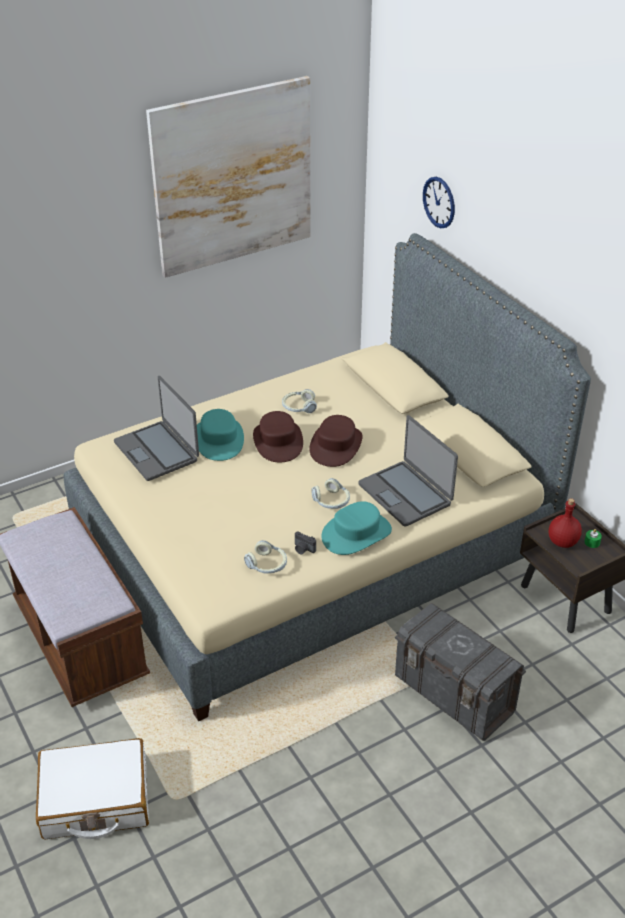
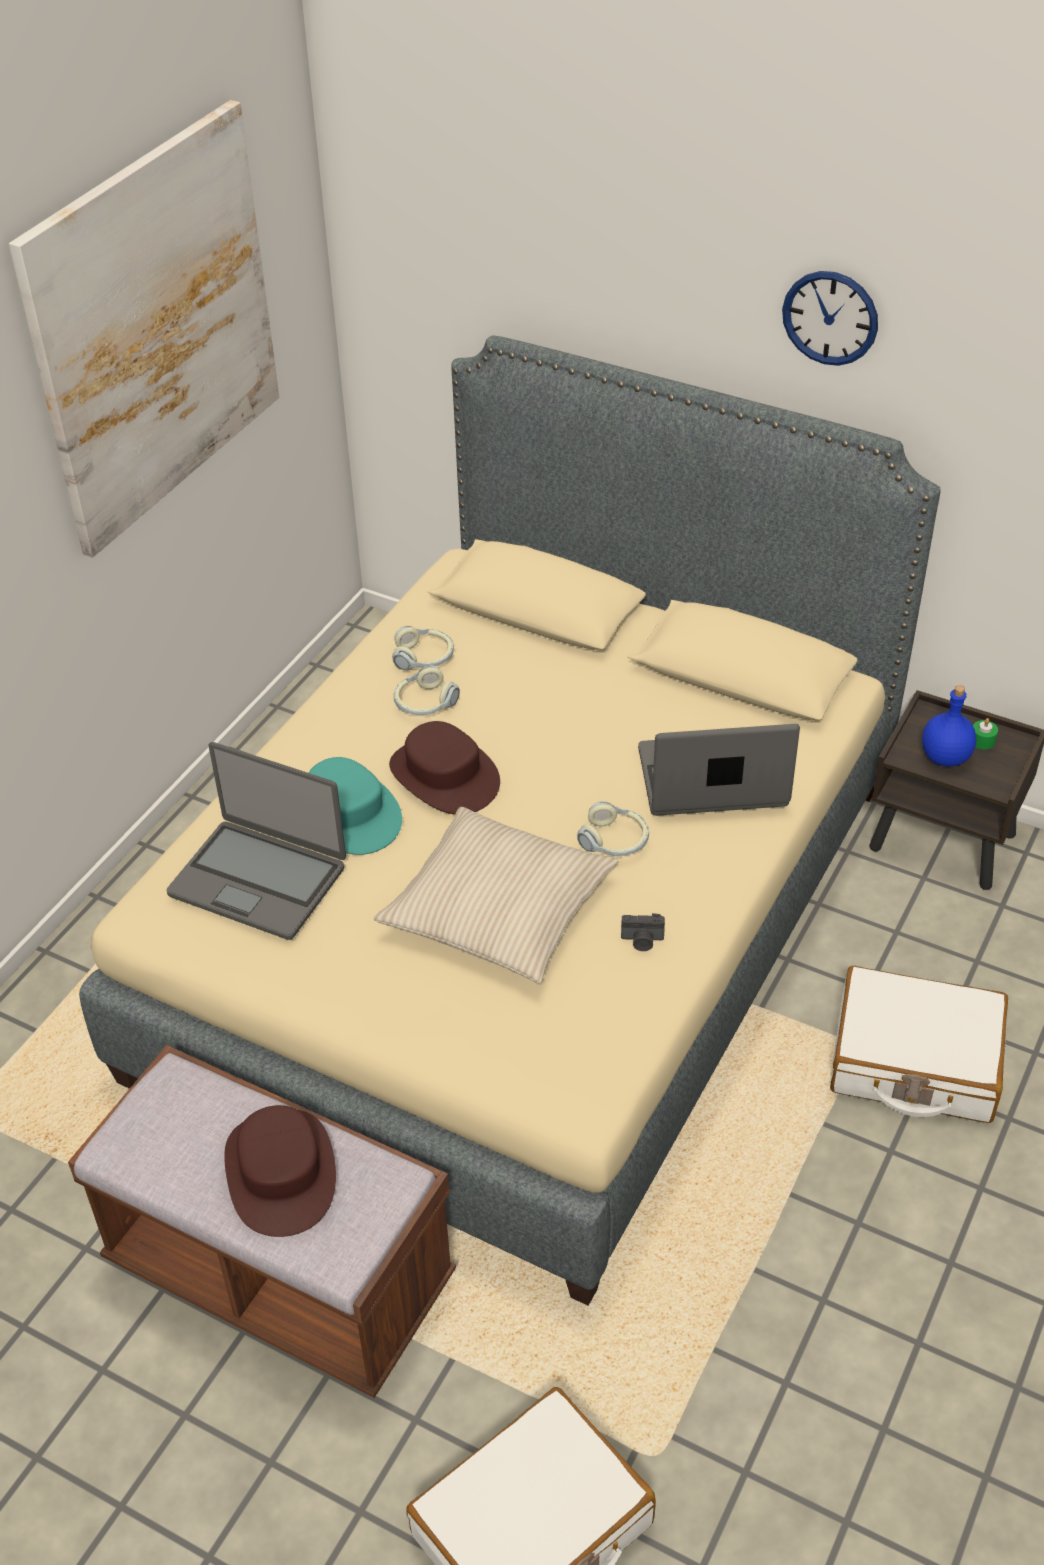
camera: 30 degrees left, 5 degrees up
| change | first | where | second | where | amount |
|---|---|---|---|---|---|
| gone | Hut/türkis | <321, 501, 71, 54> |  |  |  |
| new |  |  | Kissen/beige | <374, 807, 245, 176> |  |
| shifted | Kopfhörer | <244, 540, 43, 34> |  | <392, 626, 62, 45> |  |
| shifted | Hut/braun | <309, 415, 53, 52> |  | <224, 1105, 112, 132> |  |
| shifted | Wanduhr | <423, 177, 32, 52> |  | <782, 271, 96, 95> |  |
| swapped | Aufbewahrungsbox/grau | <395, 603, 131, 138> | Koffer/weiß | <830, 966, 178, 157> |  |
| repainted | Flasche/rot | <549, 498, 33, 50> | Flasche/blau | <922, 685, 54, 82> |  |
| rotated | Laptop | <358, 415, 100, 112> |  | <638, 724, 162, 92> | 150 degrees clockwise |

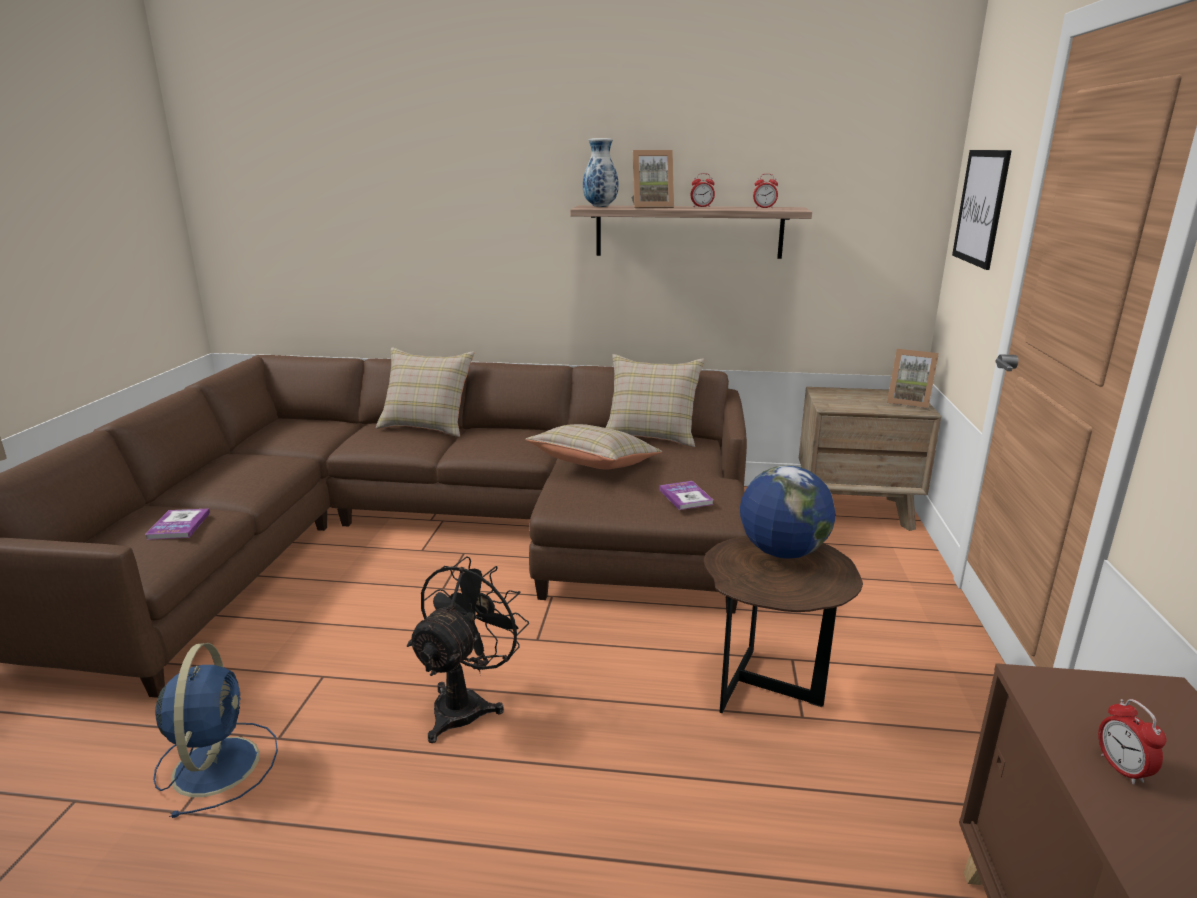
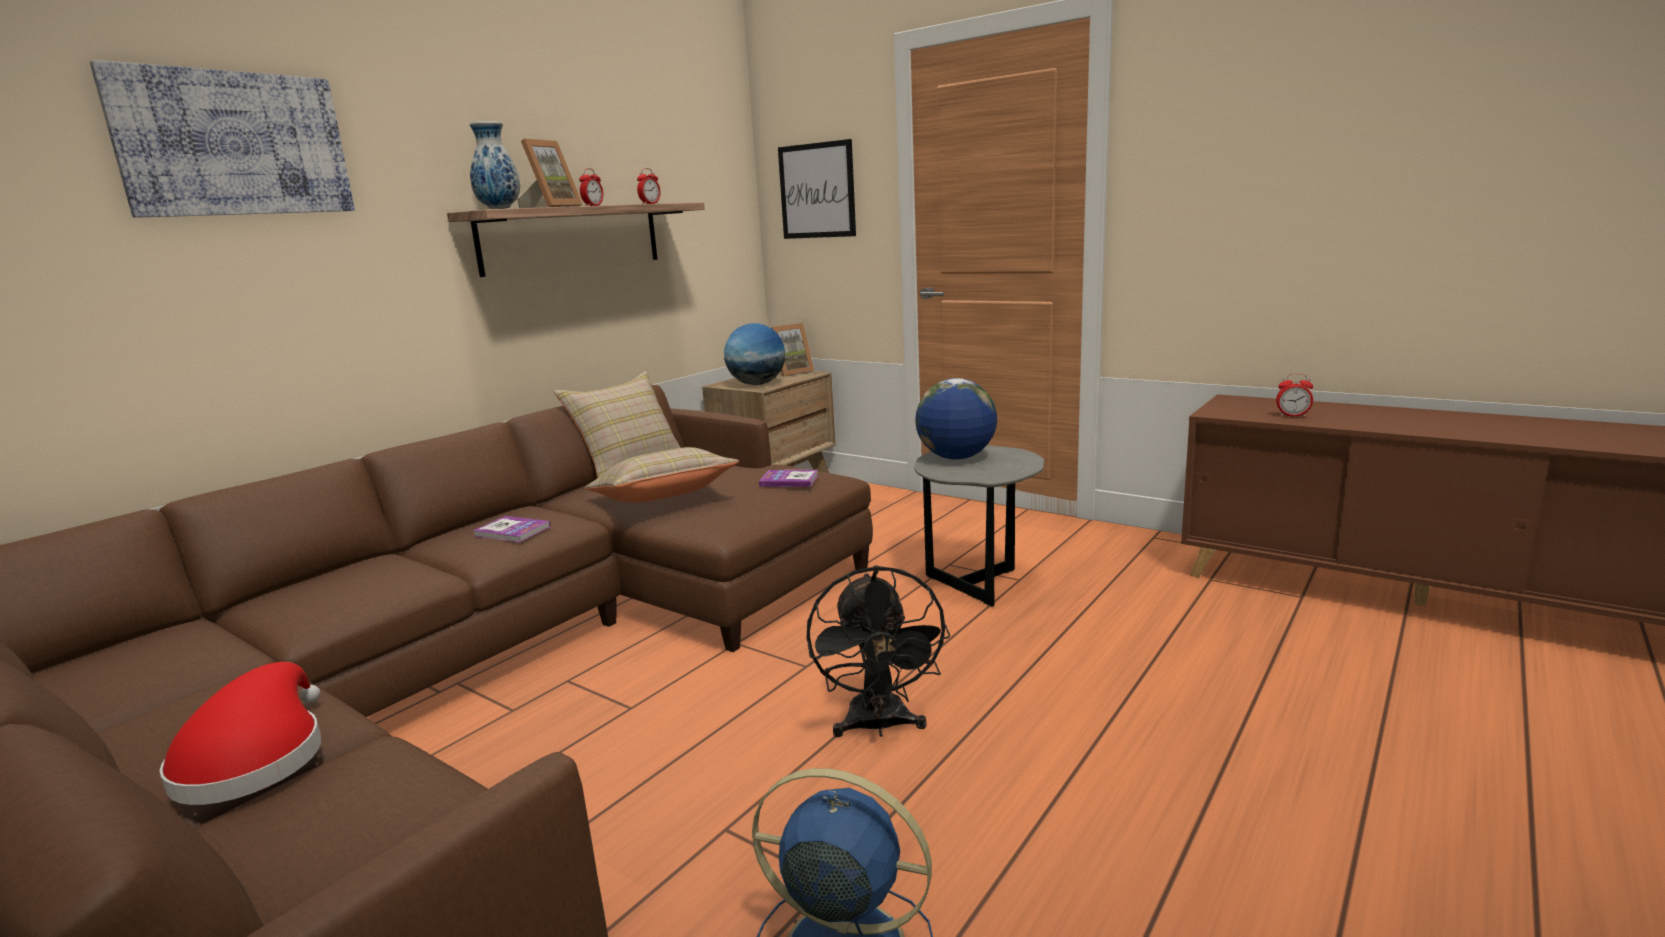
camera: 60 degrees left, 5 degrees down
| change | first | where | second | where | amount |
|---|---|---|---|---|---|
| gone | Kissen/beige | <376, 347, 99, 90> |  |  |  |
| new |  |  | Bild | <90, 60, 265, 158> |  |
| new |  |  | Hut/rot | <160, 662, 161, 143> |  |
| new |  |  | Globus | <724, 323, 61, 62> |  |
| shifted | Buch | <145, 508, 65, 32> |  | <473, 516, 78, 26> |  |
| repainted | Beistelltisch/braun | <704, 536, 159, 177> | Beistelltisch/grau | <914, 445, 130, 162> |  |
| rotated | Ventilator/schwarz | <407, 556, 122, 187> |  | <807, 565, 143, 172> | 150 degrees counterclockwise |

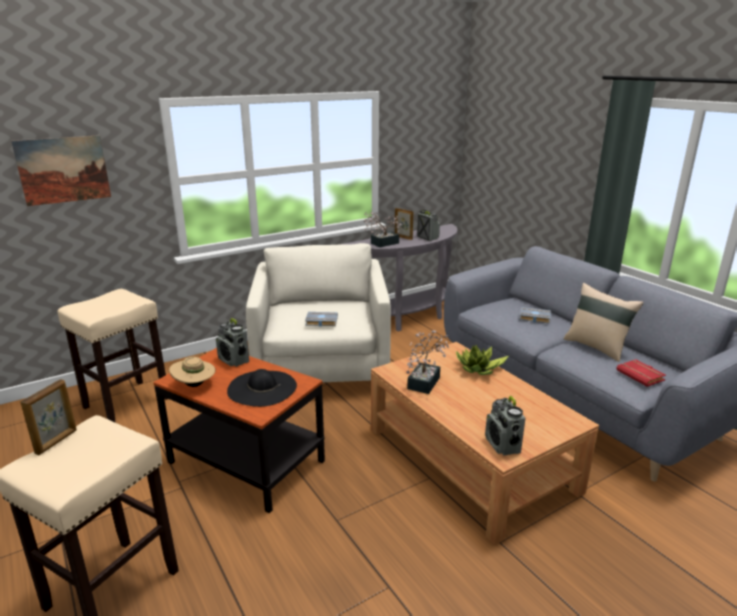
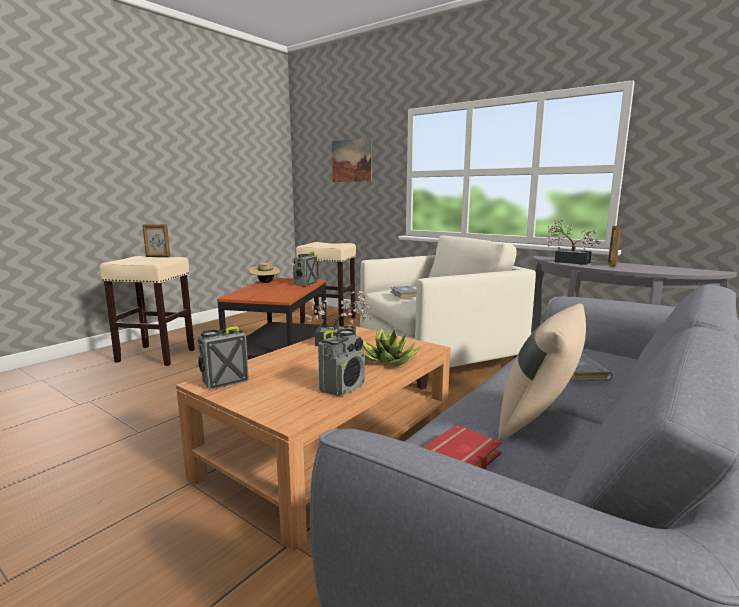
camera: 70 degrees right, 10 degrees down
| change | first | where | second | where | amount |
|---|---|---|---|---|---|
| gone | Hut/schwarz | <227, 369, 70, 38> |  |  |  |
| shifted | Radio | <417, 210, 23, 31> |  | <318, 328, 47, 68> |  |

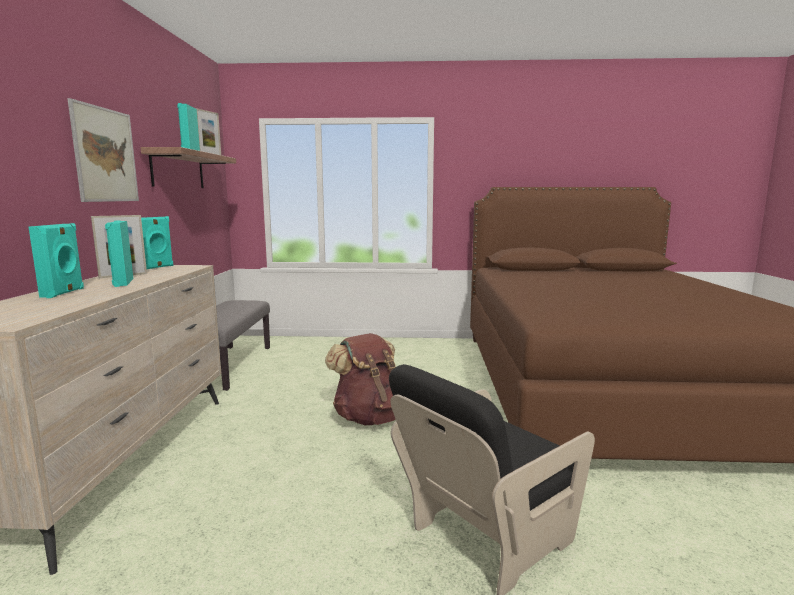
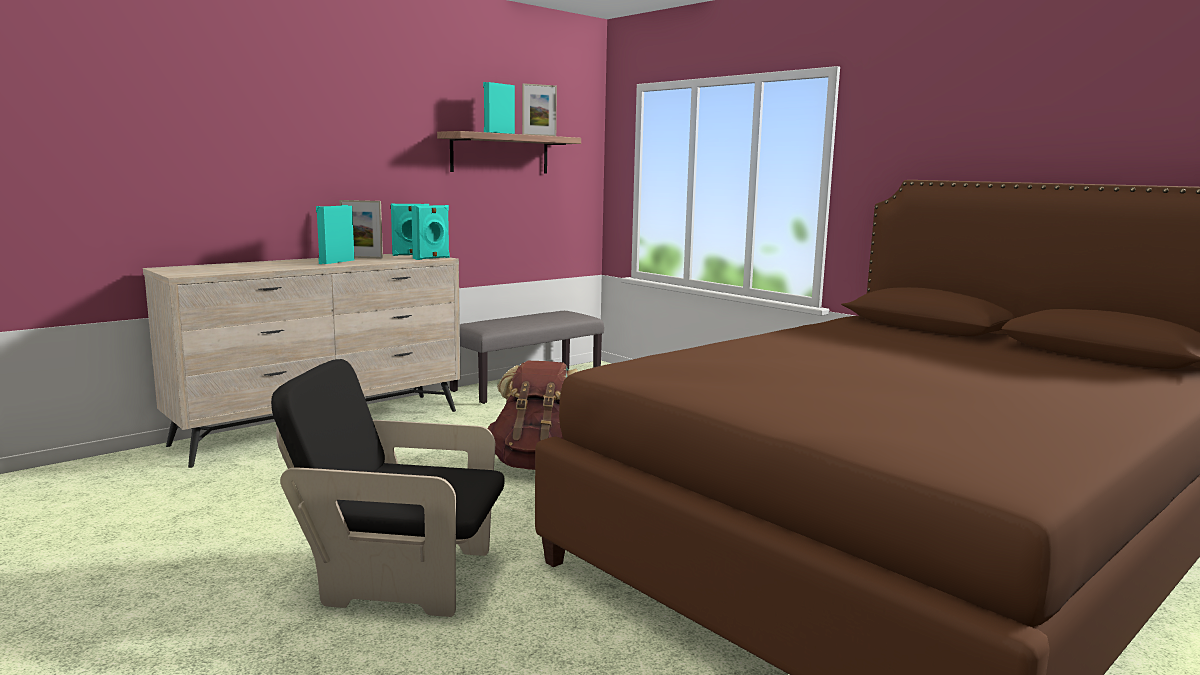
camera: 45 degrees right, 0 degrees up
| change | first | where | second | where | amount |
|---|---|---|---|---|---|
| gone | Bild | <67, 98, 72, 104> |  |  |  |
| shifted | Lautsprecher/türkis | <29, 223, 55, 75> |  | <411, 205, 39, 55> |  |

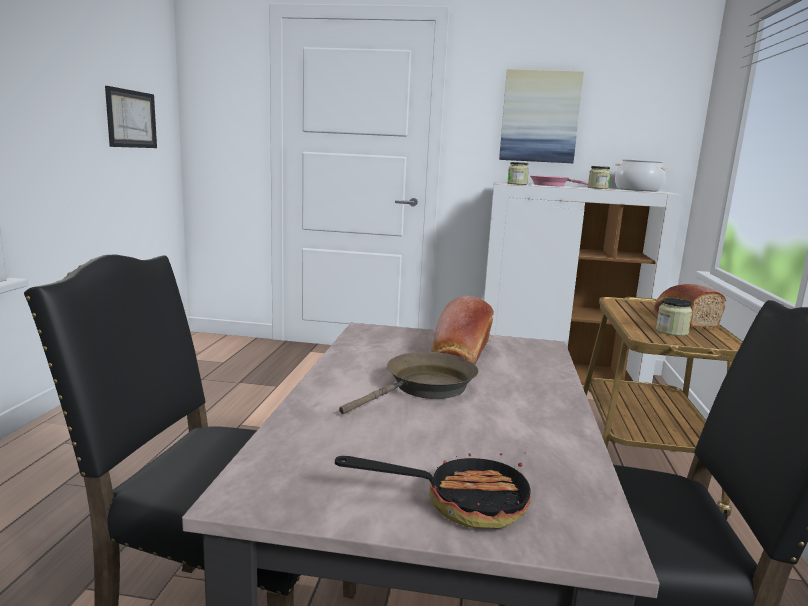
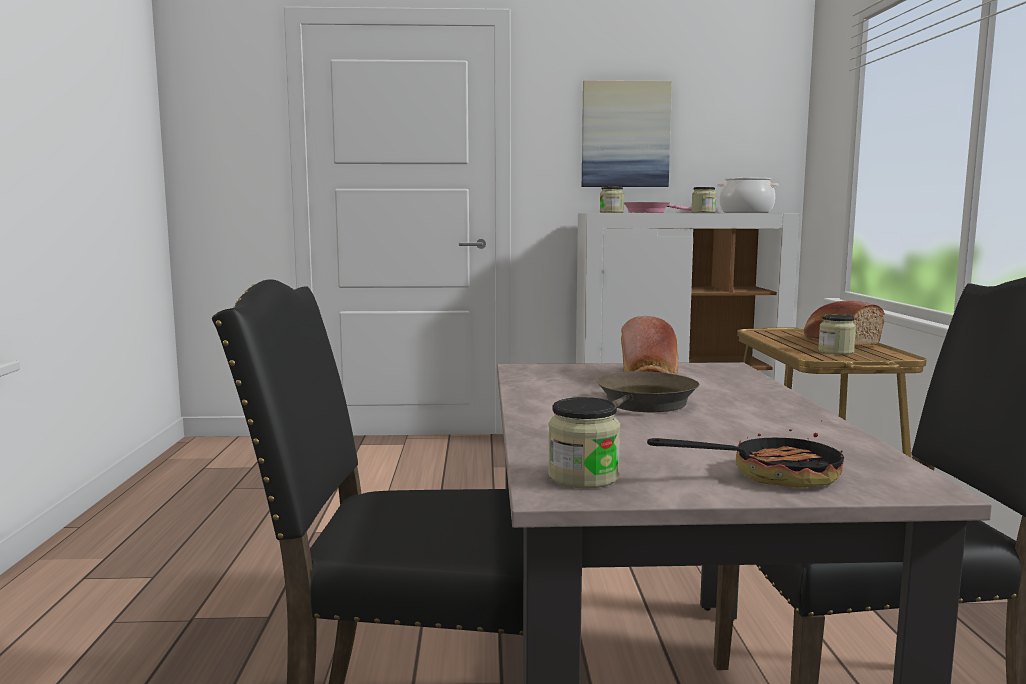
camera: 10 degrees left, 5 degrees down
| change | first | where | second | where | amount |
|---|---|---|---|---|---|
| gone | Bild | <105, 86, 52, 62> |  |  |  |
| new |  |  | Vorratsglas | <548, 397, 72, 92> |  |

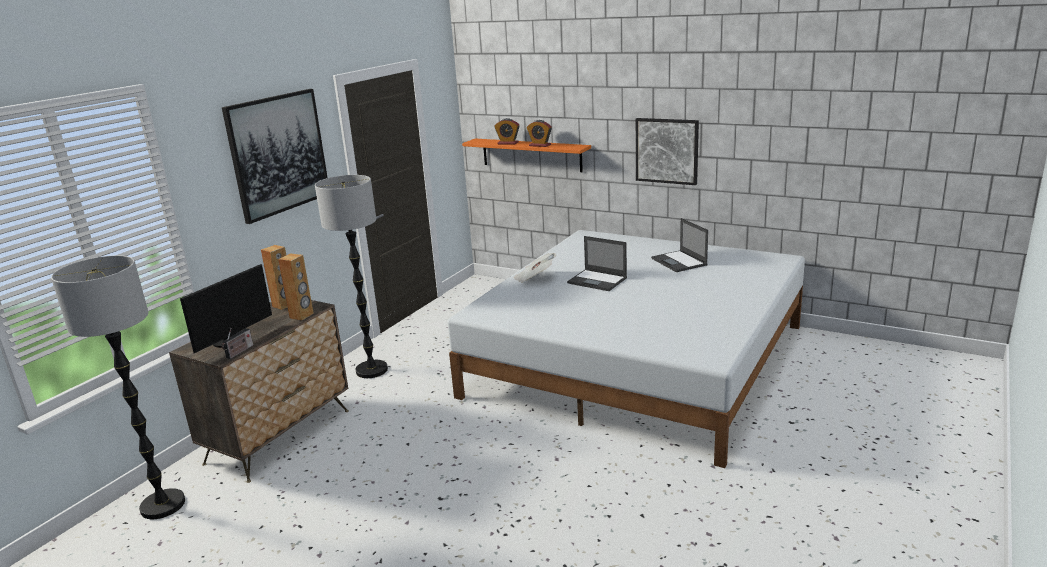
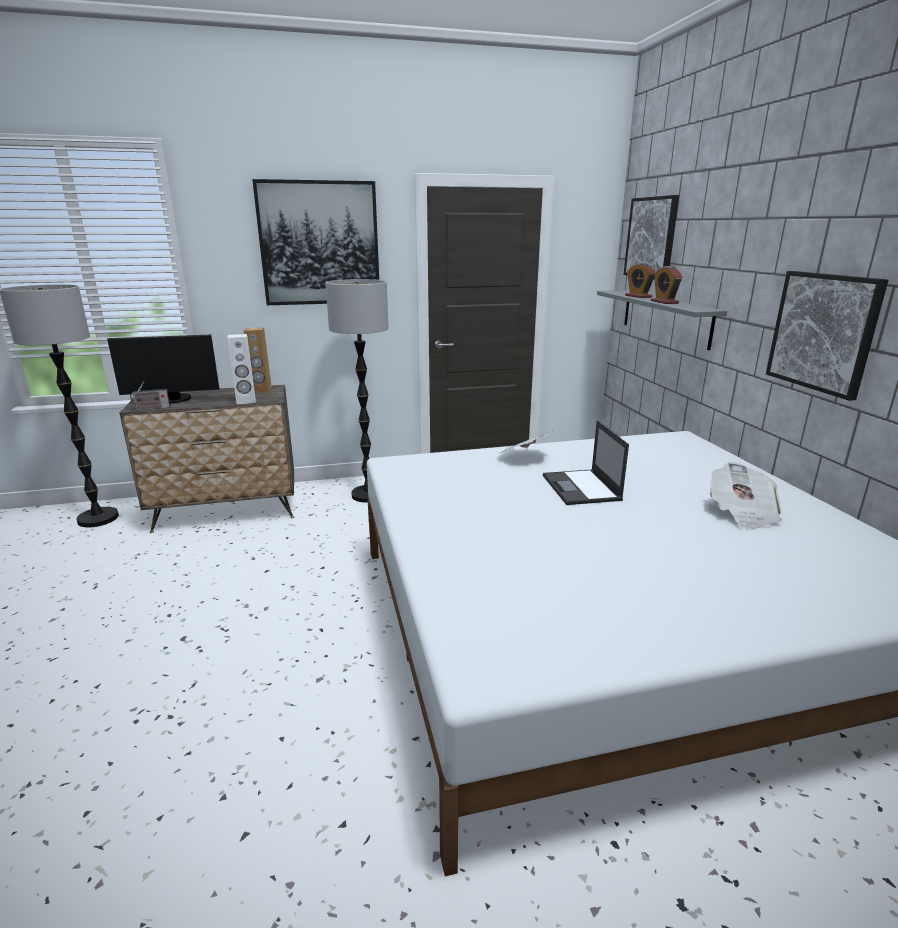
camera: 45 degrees right, 0 degrees up
| change | first | where | second | where | amount |
|---|---|---|---|---|---|
| new |  |  | Bild | <624, 195, 55, 85> |  |
| swapped | Laptop | <651, 218, 57, 54> | Zeitung | <710, 462, 72, 68> |  |
| repainted | Lautsprecher/braun | <278, 254, 36, 67> | Lautsprecher/weiß | <227, 334, 29, 70> |  |
| repainted | Wandregal/orange | <462, 138, 129, 34> | Wandregal/grau | <597, 290, 130, 60> |  |

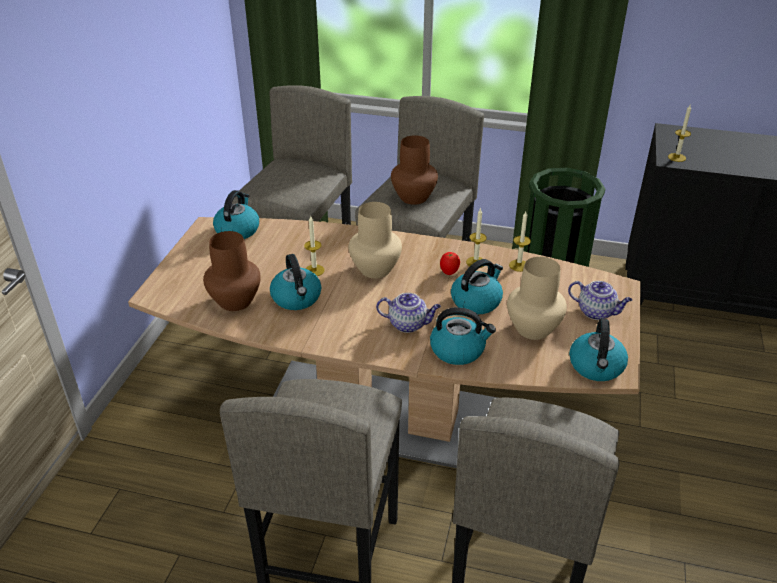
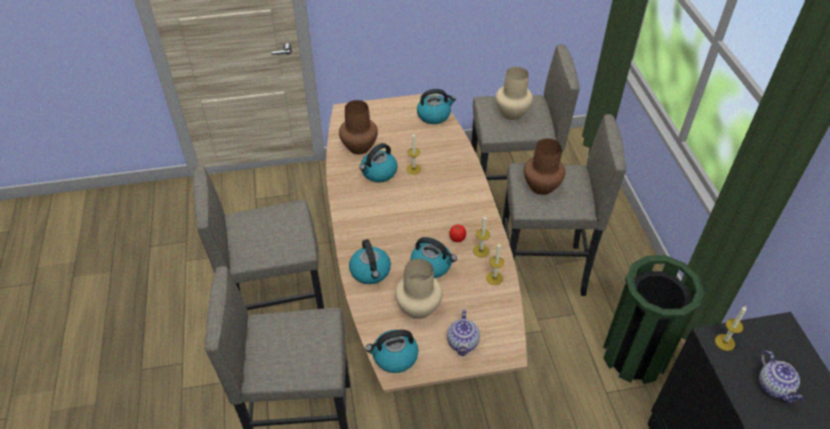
camera: 65 degrees right, 10 degrees up
| change | first | where | second | where | amount |
|---|---|---|---|---|---|
| shifted | Vase/beige | <349, 202, 53, 76> |  | <496, 67, 37, 53> |  |
| shifted | Teekanne | <376, 293, 65, 40> |  | <759, 351, 44, 52> |  |

